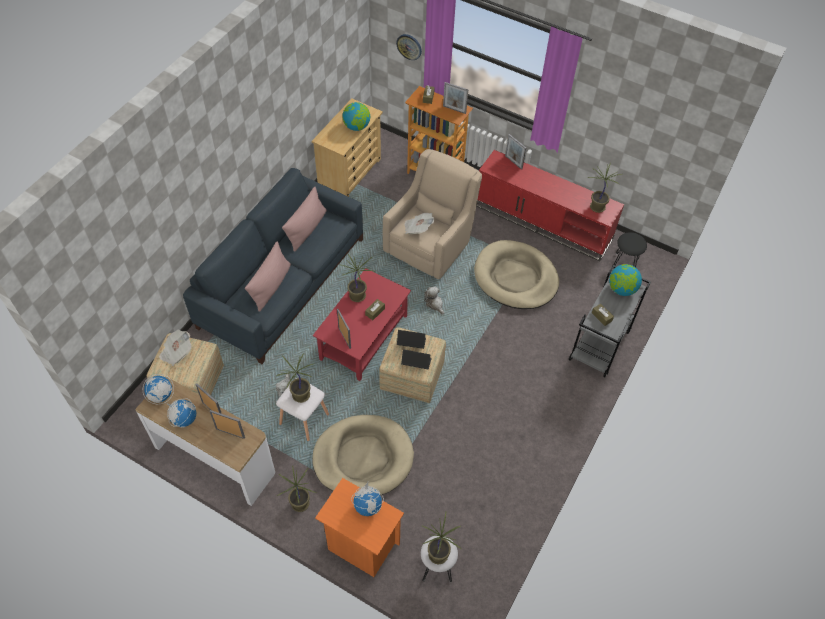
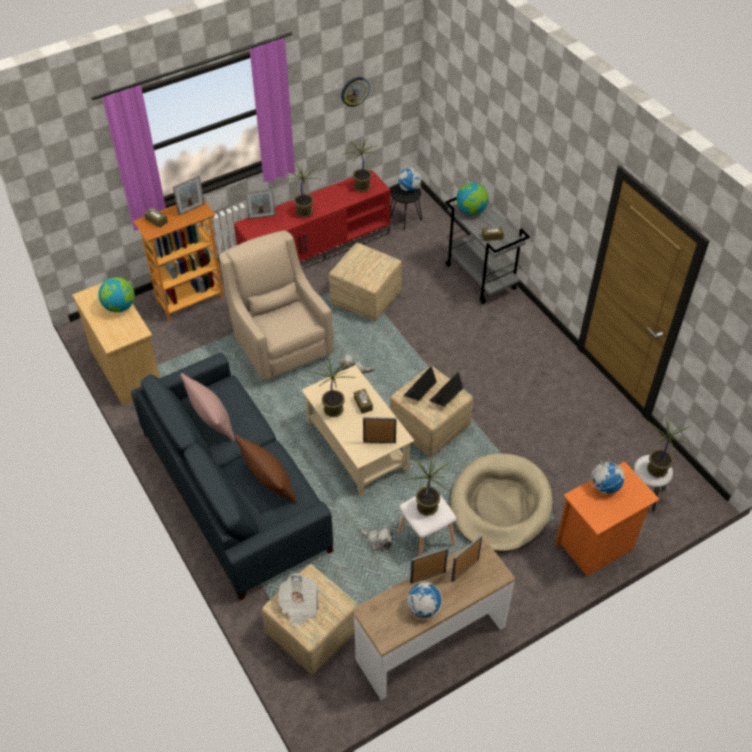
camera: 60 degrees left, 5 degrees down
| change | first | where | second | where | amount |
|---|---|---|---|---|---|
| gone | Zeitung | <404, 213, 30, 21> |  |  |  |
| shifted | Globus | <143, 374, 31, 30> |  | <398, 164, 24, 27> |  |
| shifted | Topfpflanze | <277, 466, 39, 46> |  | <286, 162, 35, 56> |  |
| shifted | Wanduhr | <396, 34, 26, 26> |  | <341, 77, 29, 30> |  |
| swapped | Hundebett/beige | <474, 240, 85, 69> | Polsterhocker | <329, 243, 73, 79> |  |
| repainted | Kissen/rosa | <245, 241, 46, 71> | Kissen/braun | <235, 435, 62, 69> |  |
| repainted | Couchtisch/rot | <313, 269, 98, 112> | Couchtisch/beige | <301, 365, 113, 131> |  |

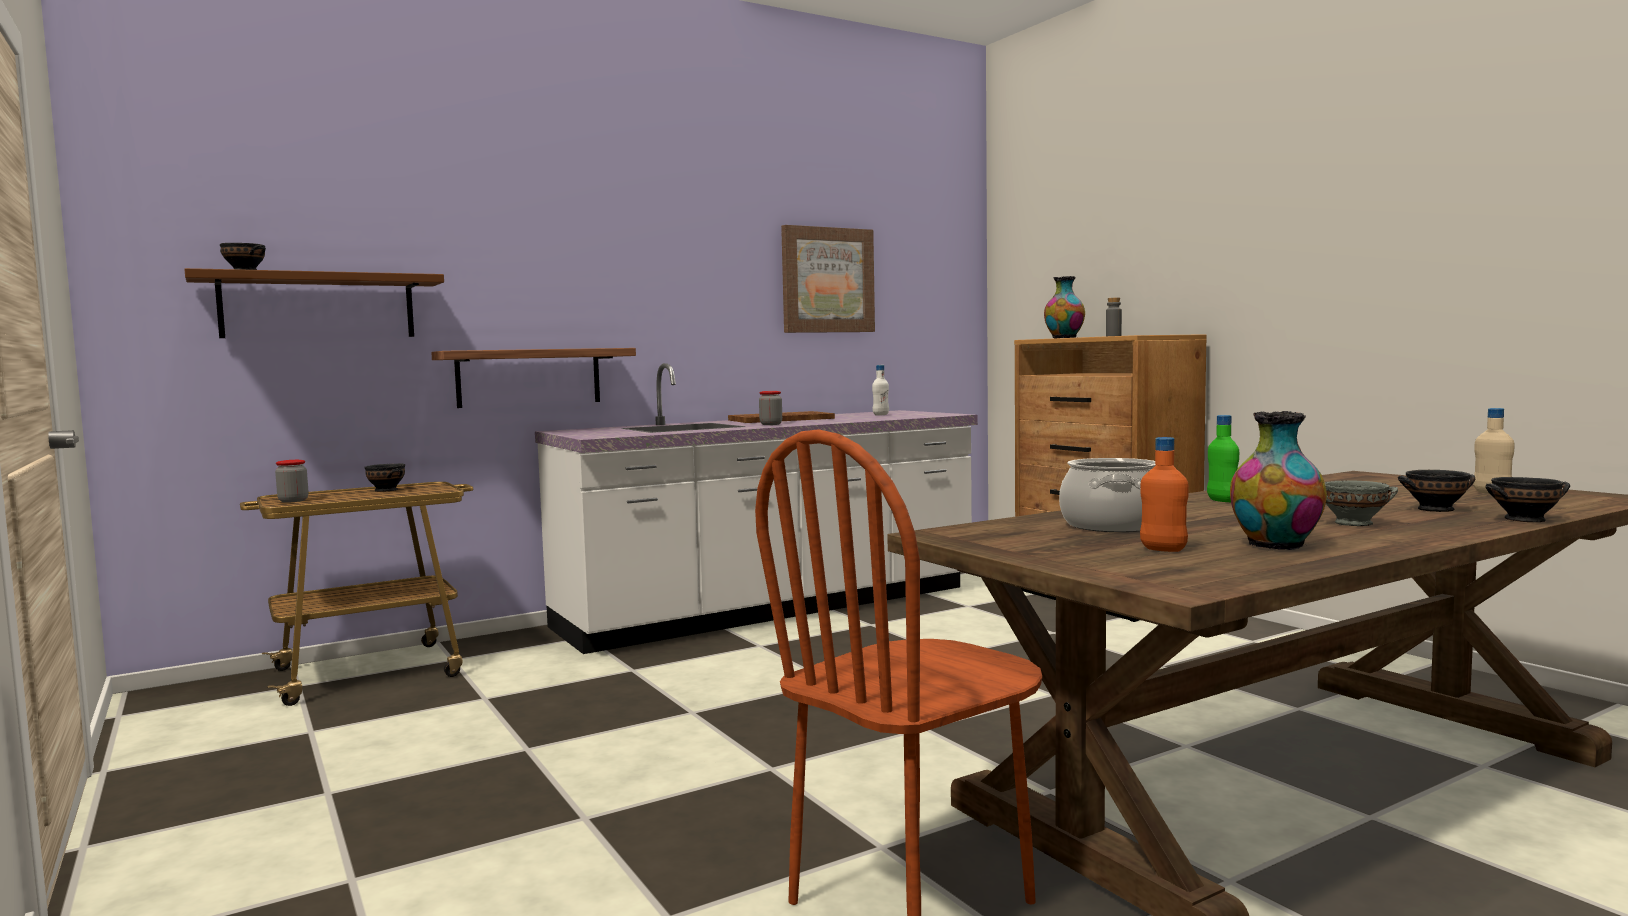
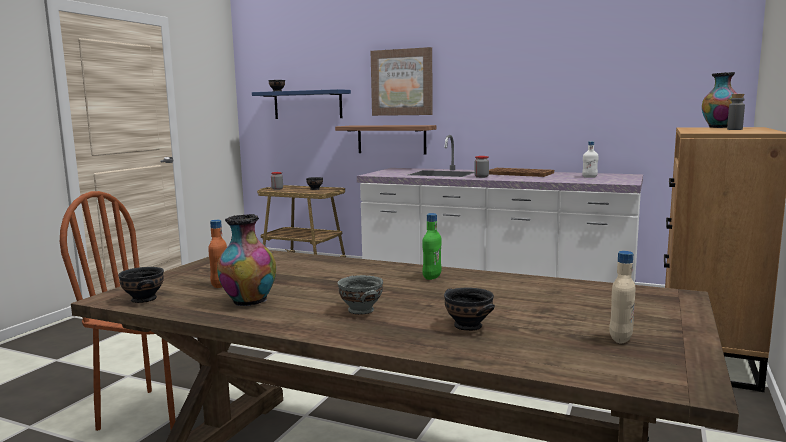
camera: 55 degrees right, 5 degrees up
| change | first | where | second | where | amount |
|---|---|---|---|---|---|
| gone | Kochtopf | <1059, 458, 96, 74> |  |  |  |
| shifted | Bild | <781, 225, 94, 108> |  | <371, 47, 62, 69> |  |
| shifted | Schüssel/schwarz | <1486, 477, 84, 45> |  | <118, 267, 46, 36> |  |
| repainted | Wandregal/braun | <184, 268, 260, 70> | Wandregal/blau | <252, 89, 99, 30> |  |

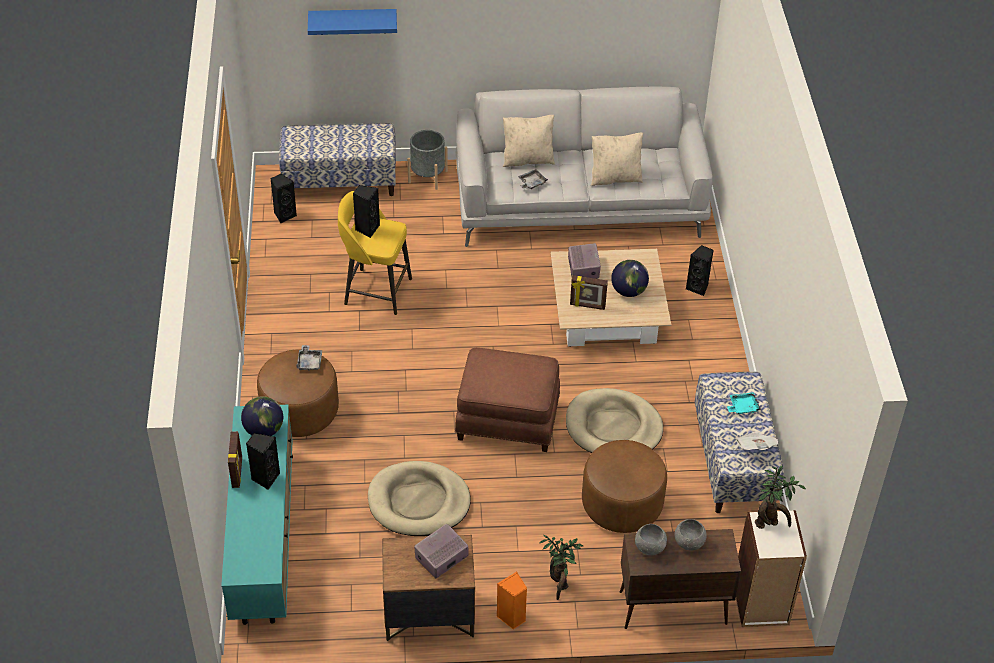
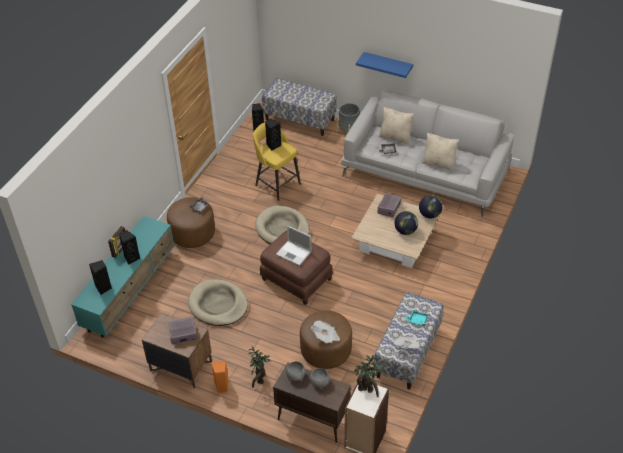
camera: 30 degrees right, 0 degrees up
| change | first | where | second | where | amount |
|---|---|---|---|---|---|
| gone | Bilderrahmen | <570, 275, 38, 35> |  |  |  |
| new |  |  | Laptop | <276, 226, 36, 40> |  |
| new |  |  | Zeitung | <311, 320, 29, 23> |  |
| shifted | Globus | <241, 396, 42, 40> |  | <419, 195, 23, 24> |  |
| shifted | Wandregal/blau | <308, 9, 89, 26> |  | <356, 52, 57, 26> |  |
| shifted | Hundebett/beige | <566, 388, 97, 65> |  | <255, 205, 55, 39> |  |
| shifted | Lautsprecher/schwarz | <686, 245, 28, 51> |  | <89, 260, 23, 35> |  |

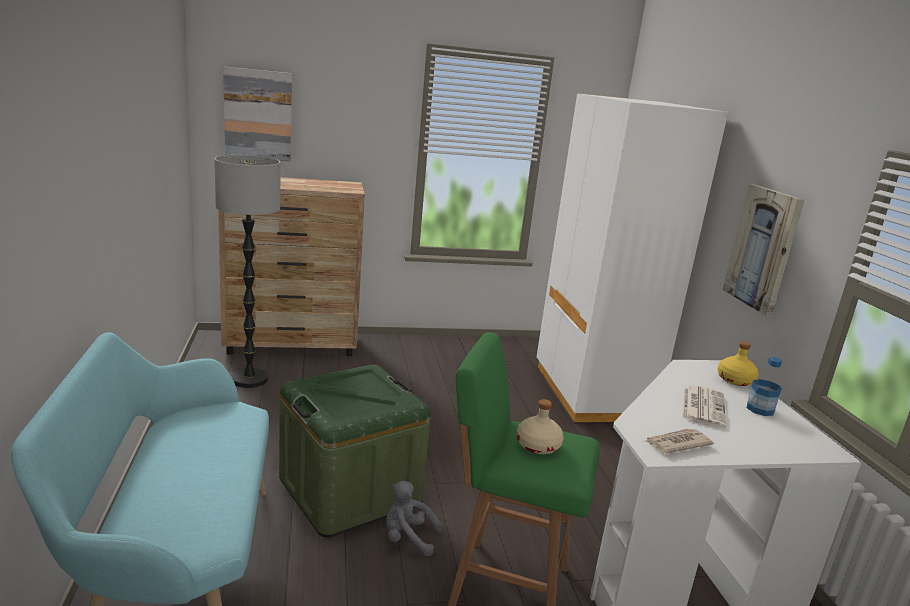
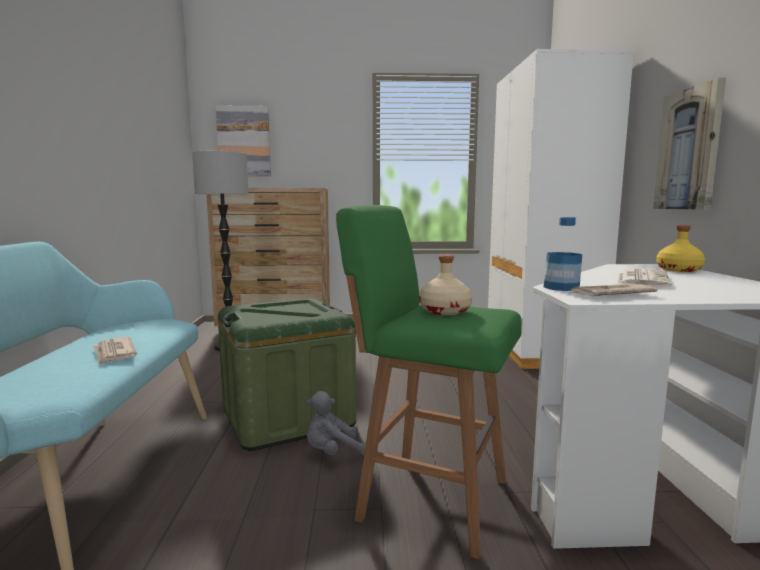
camera: 10 degrees right, 10 degrees down
| change | first | where | second | where | amount |
|---|---|---|---|---|---|
| new |  |  | Zeitung | <93, 337, 44, 28> |  |
| shifted | Flasche | <747, 357, 35, 59> |  | <544, 217, 38, 74> |  |
| rotated | Plüschtier/grau | <386, 480, 57, 76> |  | <306, 391, 60, 65> | 45 degrees counterclockwise |

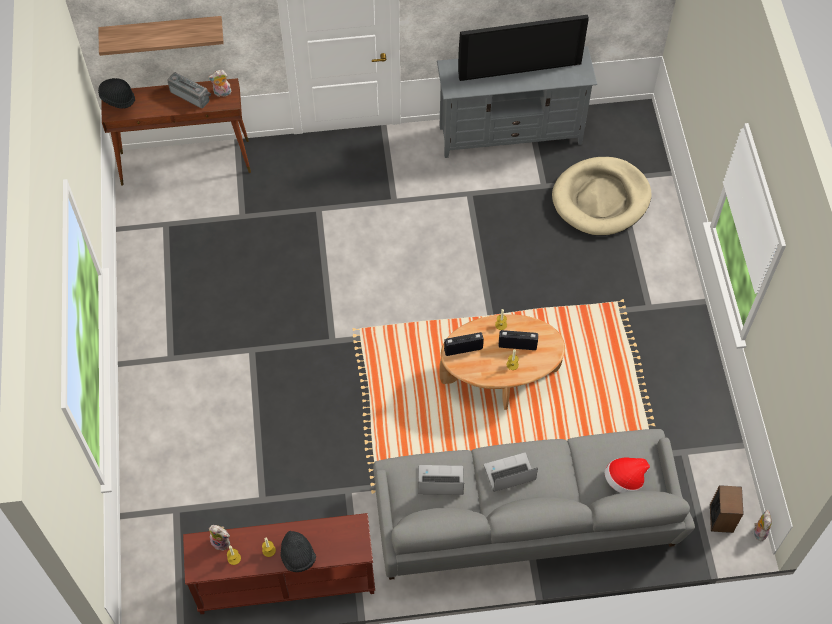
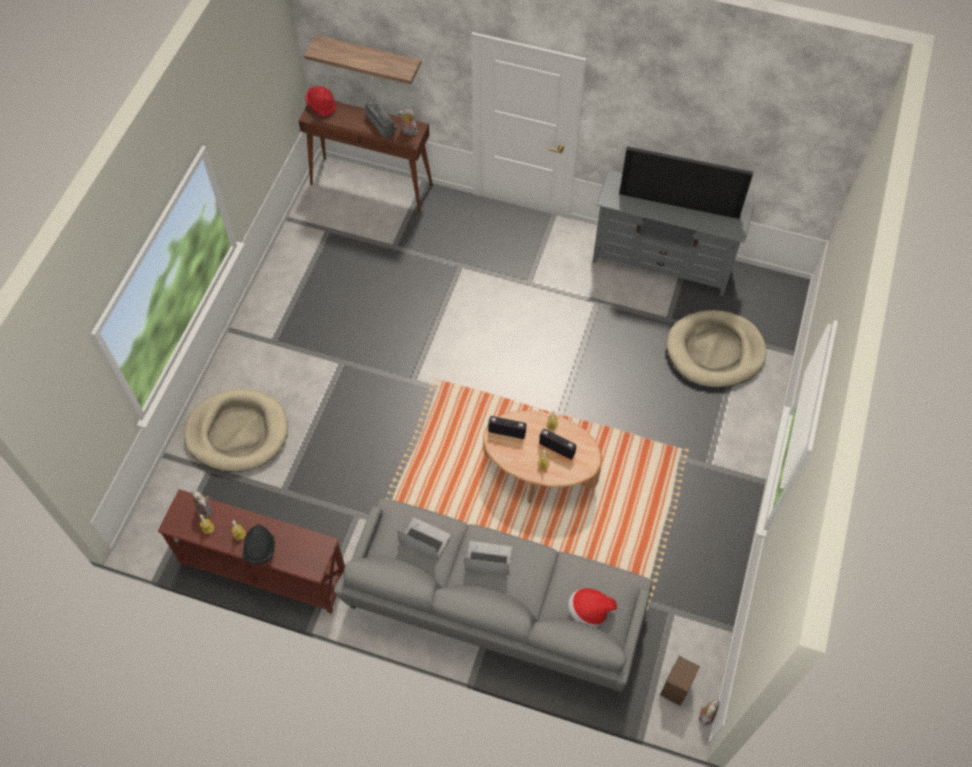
camera: 25 degrees right, 0 degrees up
| change | first | where | second | where | amount |
|---|---|---|---|---|---|
| new |  |  | Hundebett/beige | <184, 389, 104, 83> |  |
| repainted | Hut/schwarz | <98, 78, 37, 31> | Hut/rot | <305, 86, 31, 30> |  |

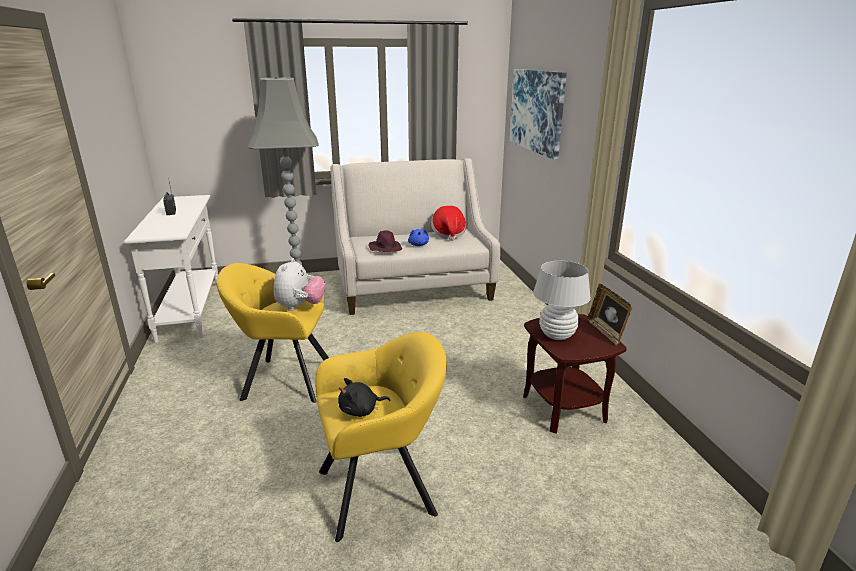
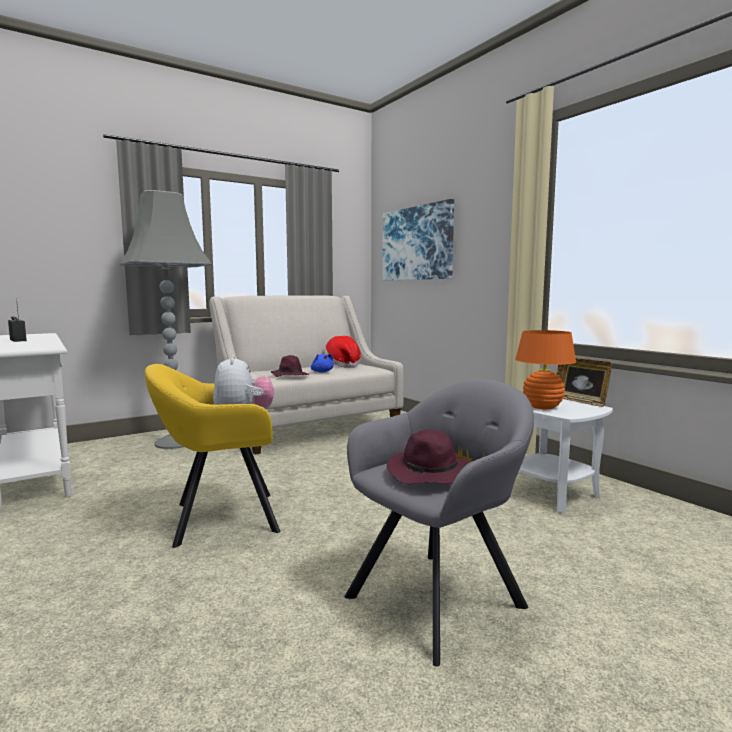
camera: 20 degrees left, 15 degrees down
| change | first | where | second | where | amount |
|---|---|---|---|---|---|
| swapped | Plüschtier/schwarz | <338, 378, 52, 39> | Hut/lila | <387, 430, 84, 54> |  |
| repainted | Sessel/gelb | <315, 332, 132, 210> | Sessel/grau | <344, 380, 190, 287> |  |
| repainted | Beistelltisch/braun | <523, 314, 104, 120> | Beistelltisch/weiß | <519, 399, 94, 114> |  |
| repainted | Tischlampe/weiß | <533, 261, 58, 79> | Tischlampe/orange | <515, 330, 61, 79> |  |

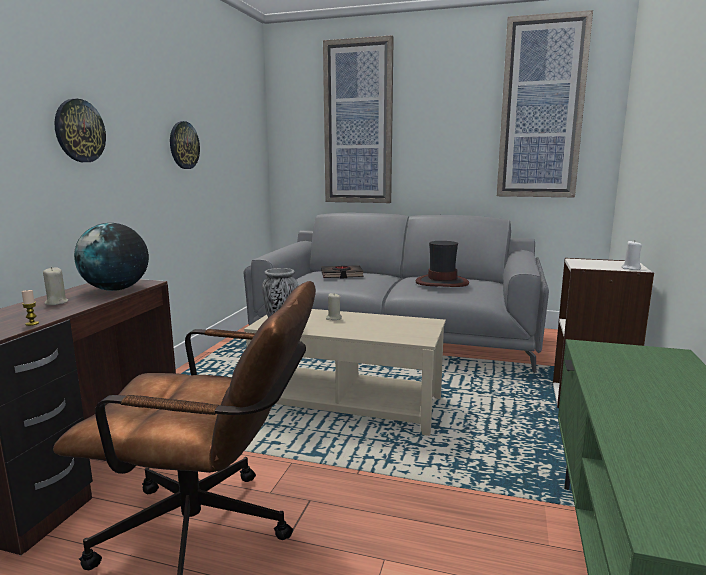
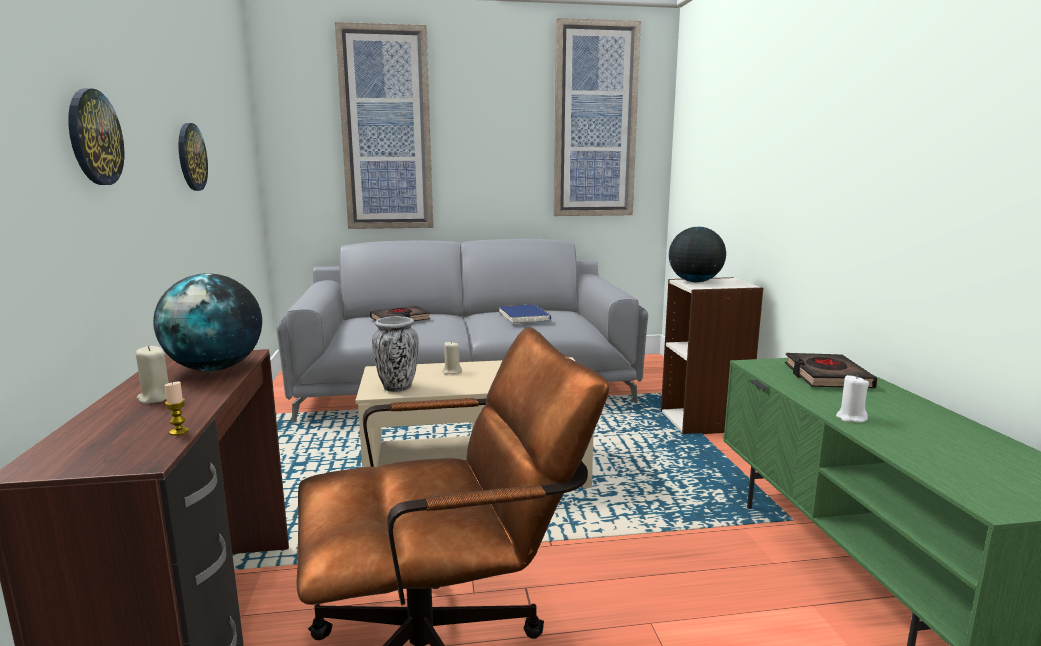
camera: 25 degrees left, 0 degrees up
| change | first | where | second | where | amount |
|---|---|---|---|---|---|
| new |  |  | Globus | <669, 227, 57, 55> |  |
| new |  |  | Buch/schwarz | <785, 353, 92, 35> |  |
| shifted | Kerze/weiß | <622, 241, 20, 29> |  | <836, 375, 33, 48> |  |
| swapped | Hut | <415, 241, 54, 46> | Buch/blau | <498, 304, 53, 20> |  |

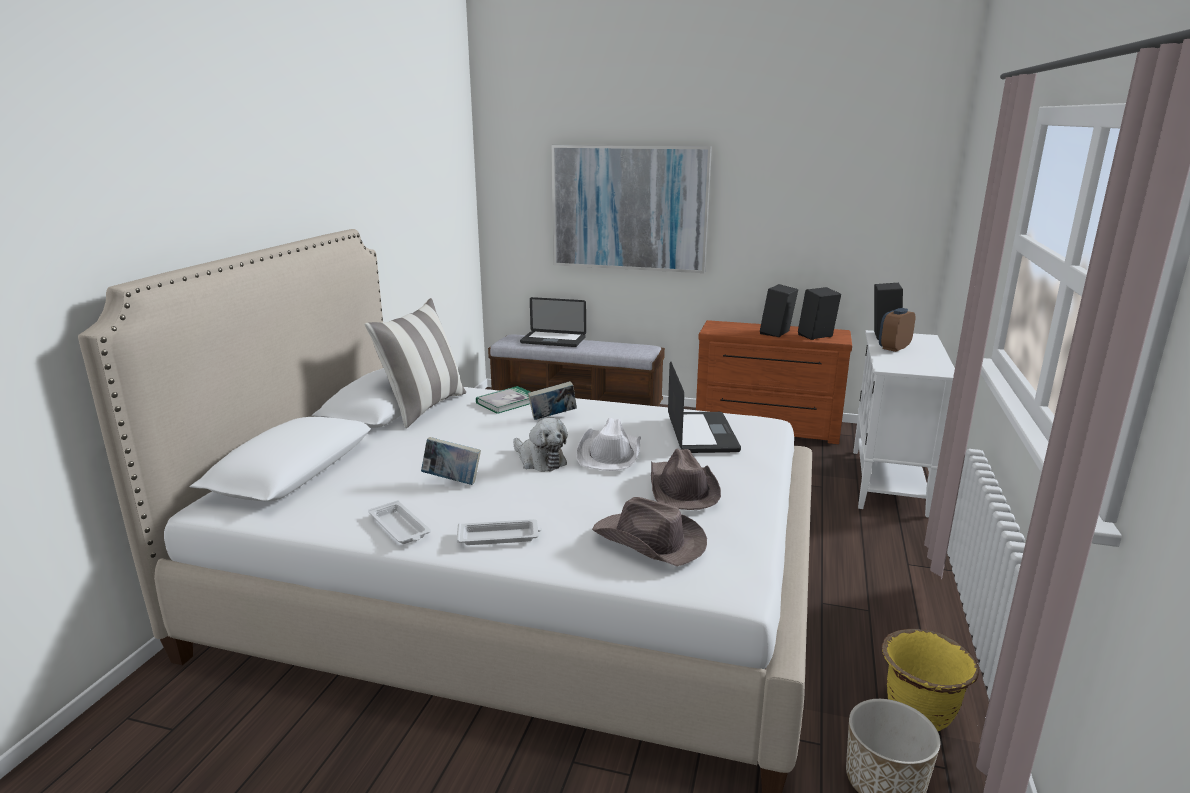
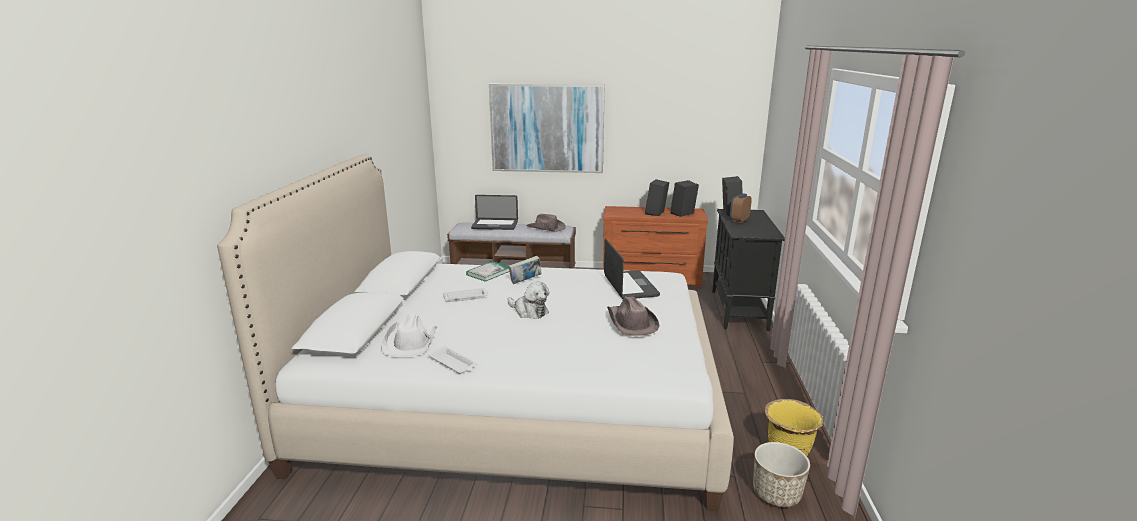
camera: 10 degrees left, 0 degrees up
| change | first | where | second | where | amount |
|---|---|---|---|---|---|
| gone | Kissen | <365, 298, 101, 130> |  |  |  |
| gone | Buch | <421, 437, 60, 48> |  |  |  |
| shifted | Tablett/weiß | <457, 519, 85, 26> |  | <443, 288, 46, 14> |  |
| shifted | Hut/weiß | <576, 418, 65, 53> |  | <381, 314, 56, 43> |  |
| shifted | Hut/braun | <592, 497, 115, 70> |  | <527, 214, 39, 18> |  |
| repainted | Schrank/weiß | <853, 330, 102, 188> | Schrank/schwarz | <712, 209, 73, 122> |  |

